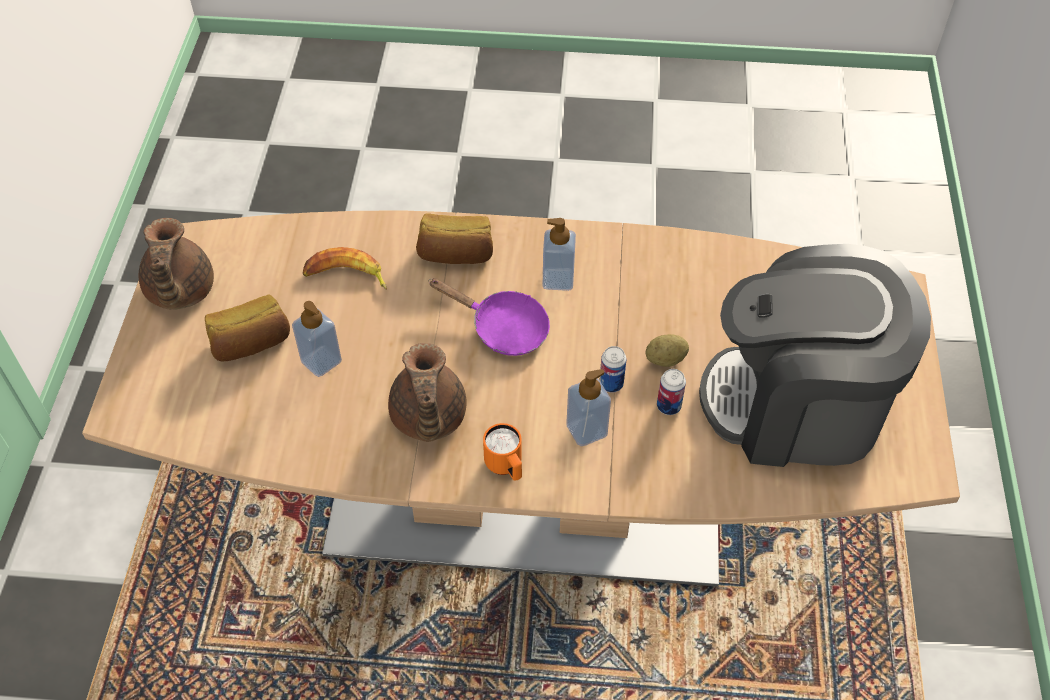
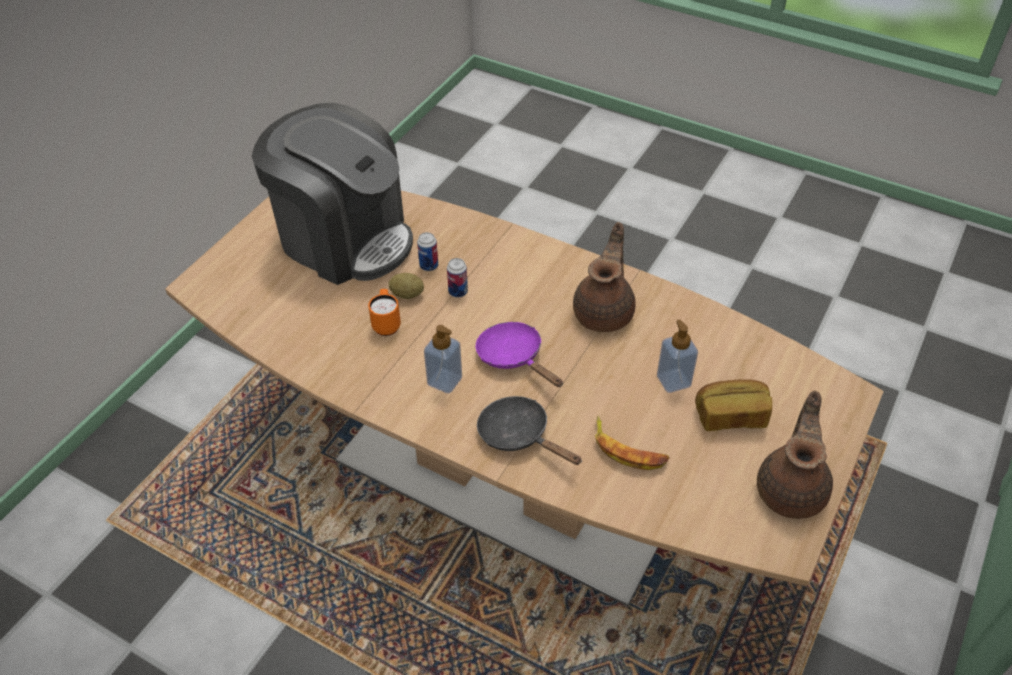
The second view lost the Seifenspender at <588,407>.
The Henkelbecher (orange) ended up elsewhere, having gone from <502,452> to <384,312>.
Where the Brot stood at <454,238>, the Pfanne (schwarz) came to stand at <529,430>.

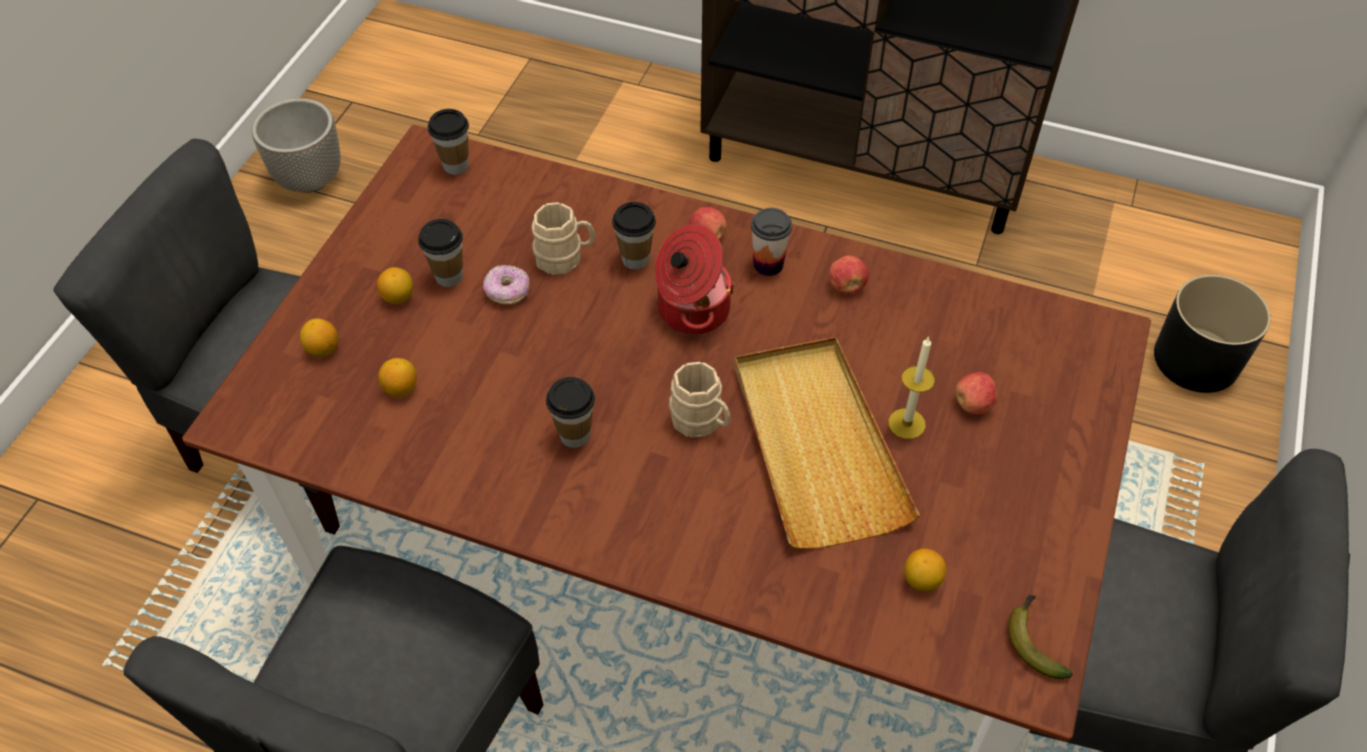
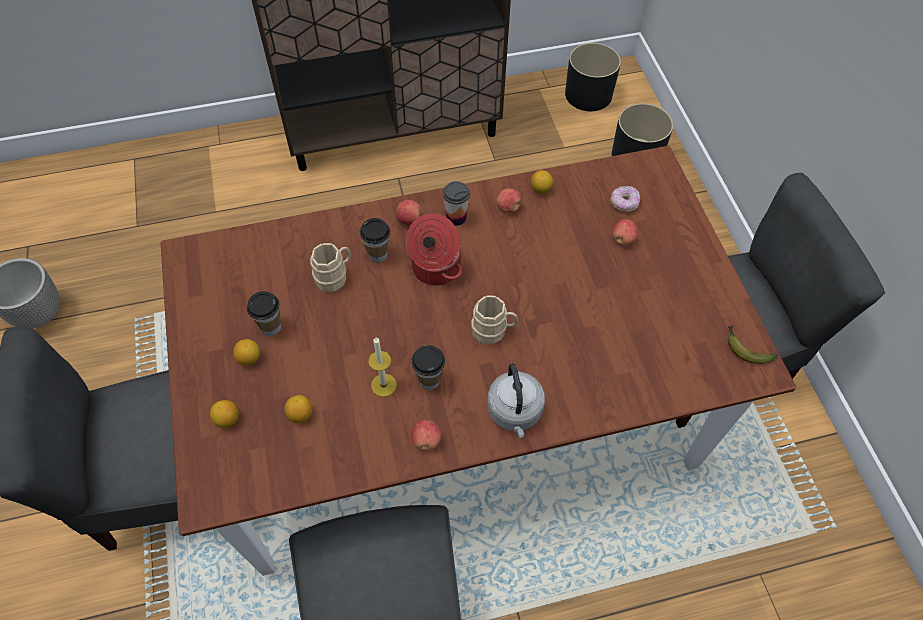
The second view lost the Tasse at <448,142>.
The second view lost the Tablett (beige) at <827,443>.
The second view gained the Apfel at <426,435>.
The second view gained the Wasserkessel (grau) at <516,400>.
The second view gained the Pflanzkübel (schwarz) at <593,77>.
The Donut ended up elsewhere, having gone from <506,285> to <626,199>.
The Kerze ended up elsewhere, having gone from <911,387> to <382,367>.
The Zitrone ended up elsewhere, having gone from <925,569> to <542,182>.

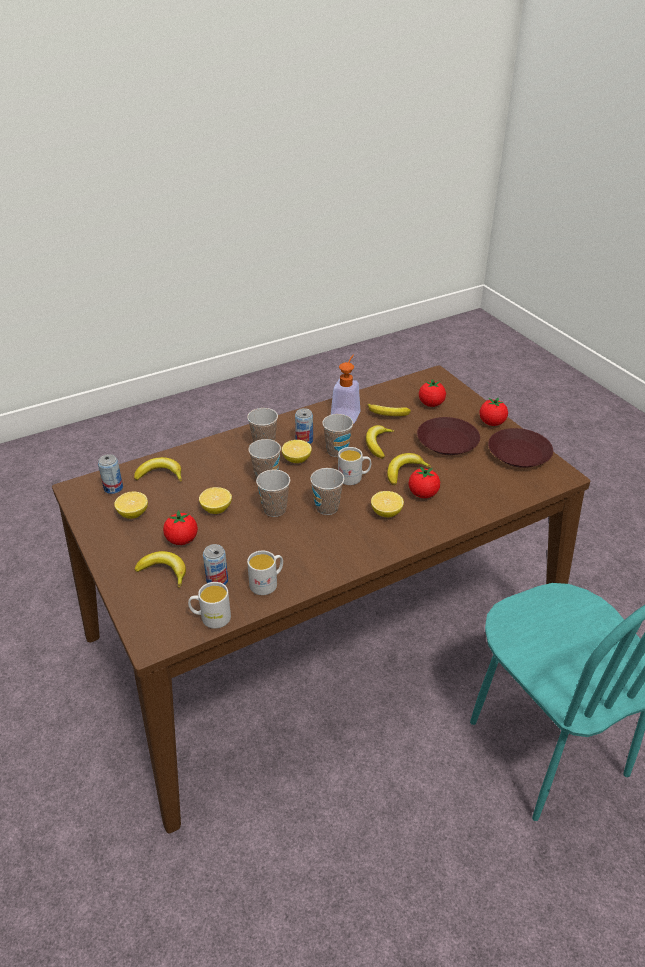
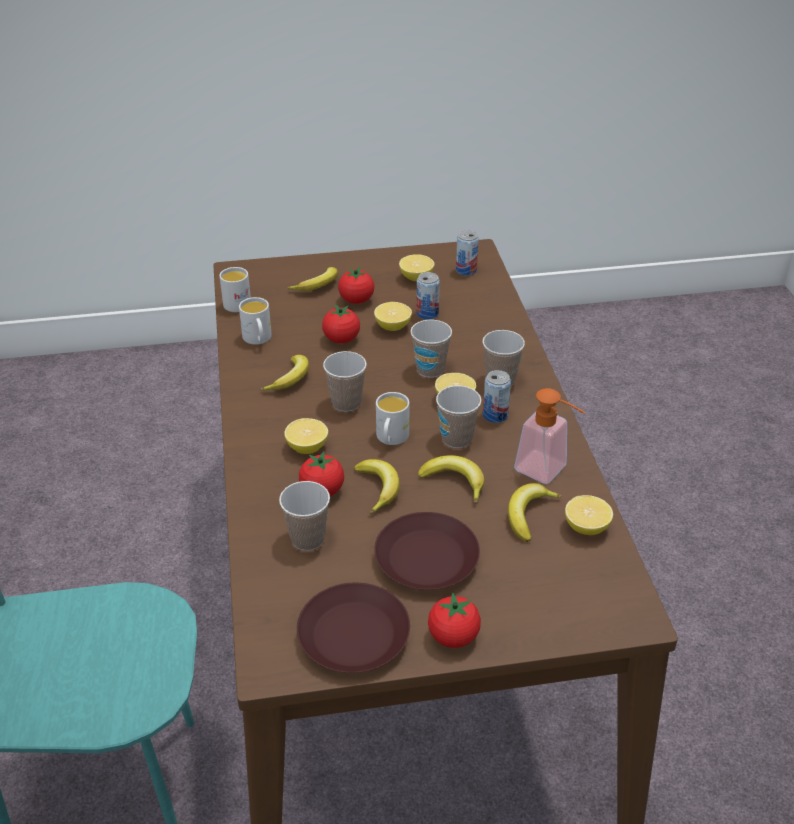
The second view gained the Zitrone at <589,515>.
The Banane ended up elsewhere, having gone from <158,469> to <284,373>.
The Dose ended up elsewhere, having gone from <215,564> to <428,296>.
The Tasse ended up elsewhere, having gone from <273,493> to <304,516>.
The Tomate ended up elsewhere, having gone from <432,393> to <341,323>.

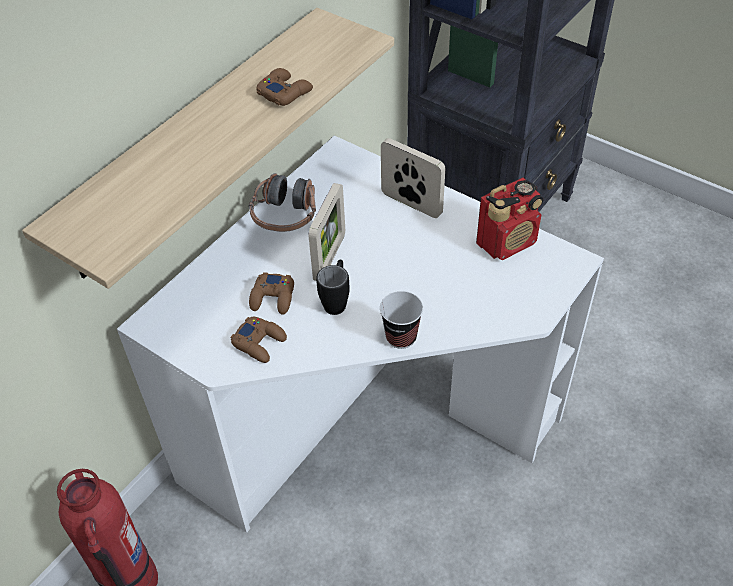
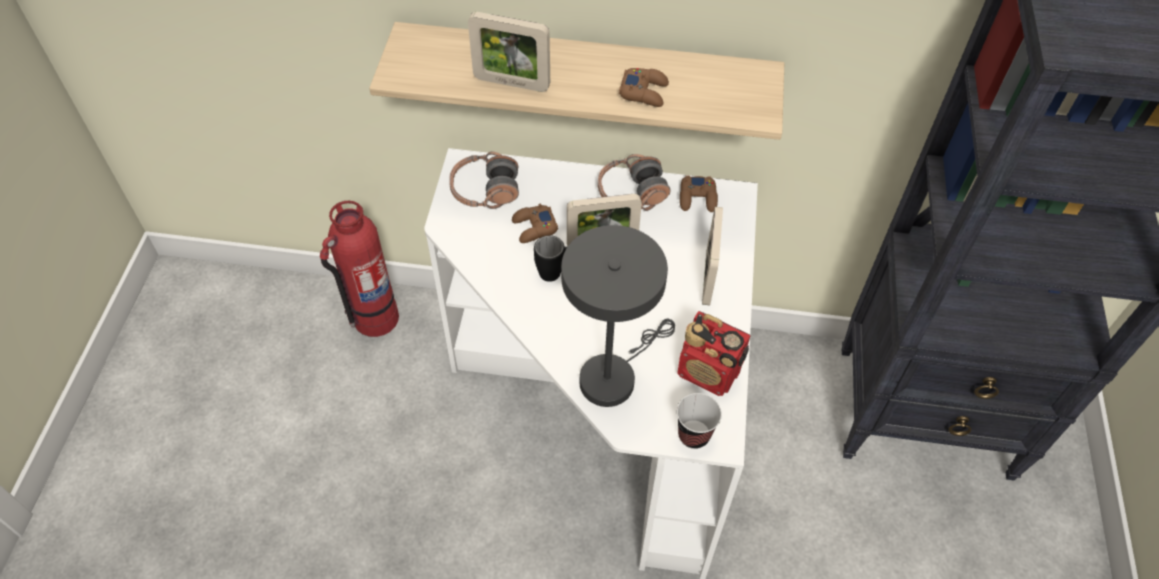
The second view gained the Kopfhörer at <484,180>.
The second view gained the Bilderrahmen at <509,52>.
The second view gained the Tischlampe (grau) at <618,316>.
The Gamepad (braun) ended up elsewhere, having gone from <259,340> to <699,194>.
The Tasse ended up elsewhere, having gone from <401,320> to <699,421>.

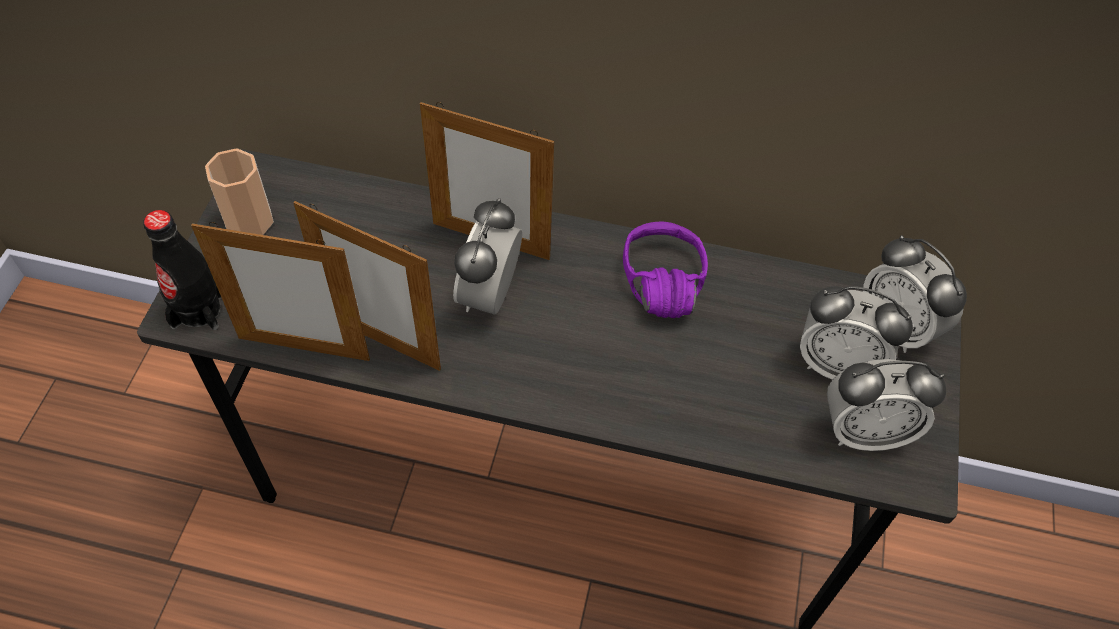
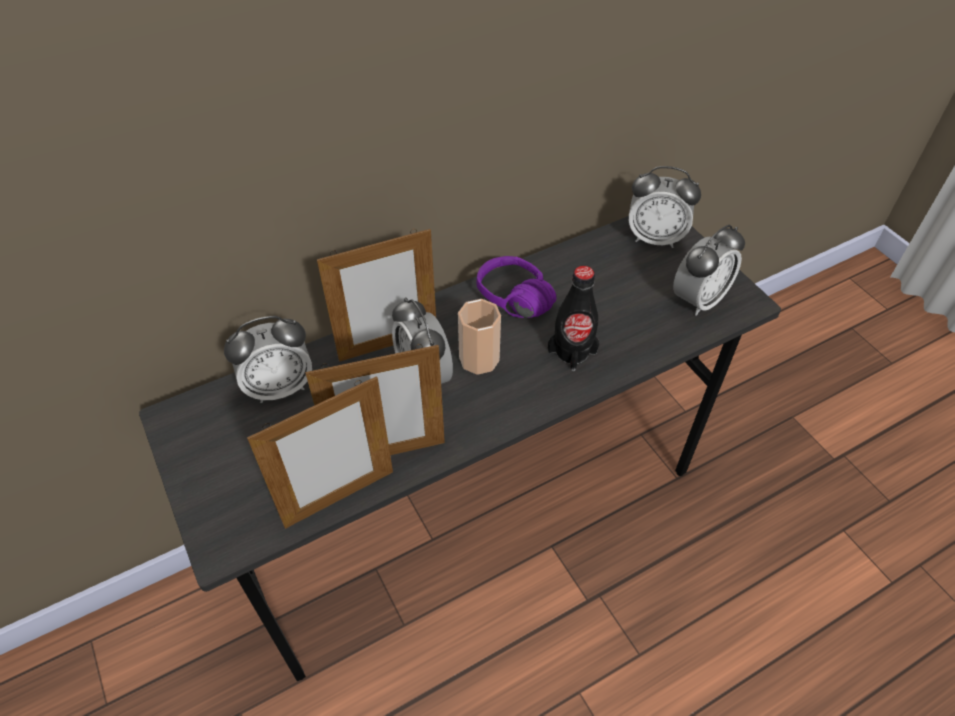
The Flasche (schwarz) ended up elsewhere, having gone from <182,270> to <573,318>.
The Tasse ended up elsewhere, having gone from <239,191> to <479,337>.
The Wecker ended up elsewhere, having gone from <856,332> to <268,359>.

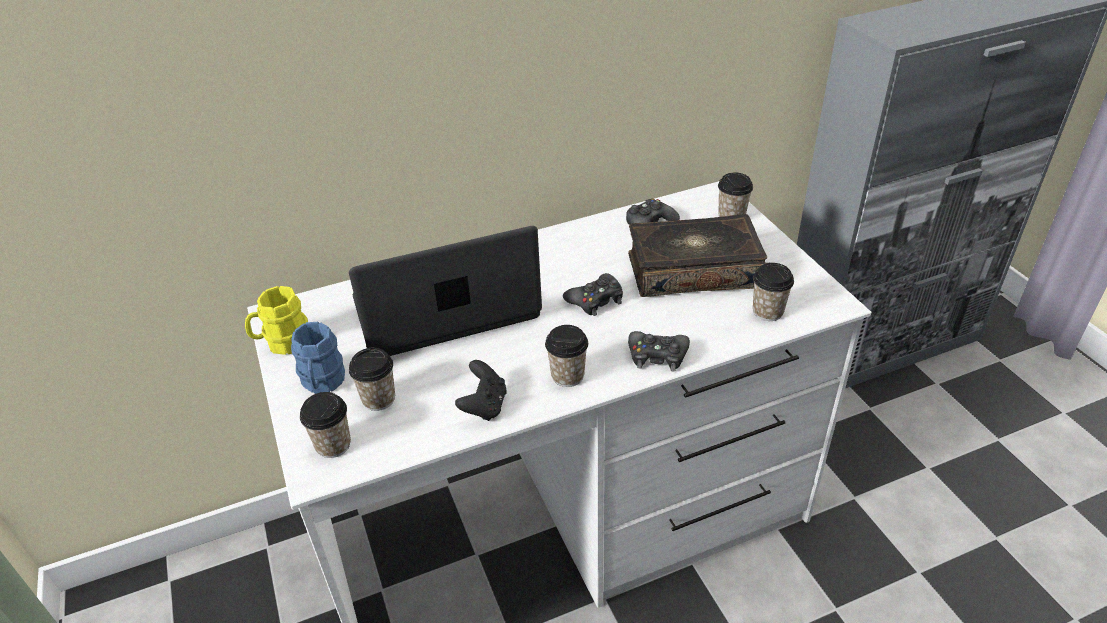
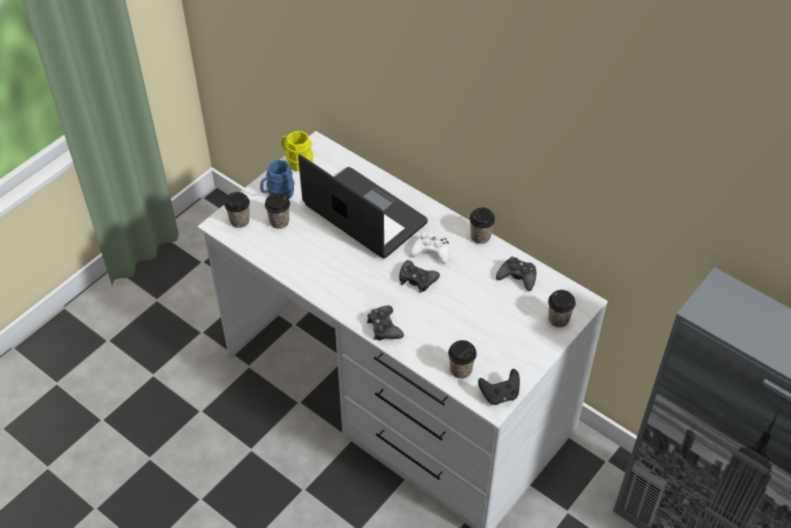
The second view lost the Buch at <697,255>.
The second view gained the Gamepad (weiß) at <430,248>.
The Gamepad (schwarz) ended up elsewhere, having gone from <481,390> to <499,387>.
The Tasse ended up elsewhere, having gone from <566,356> to <482,225>.

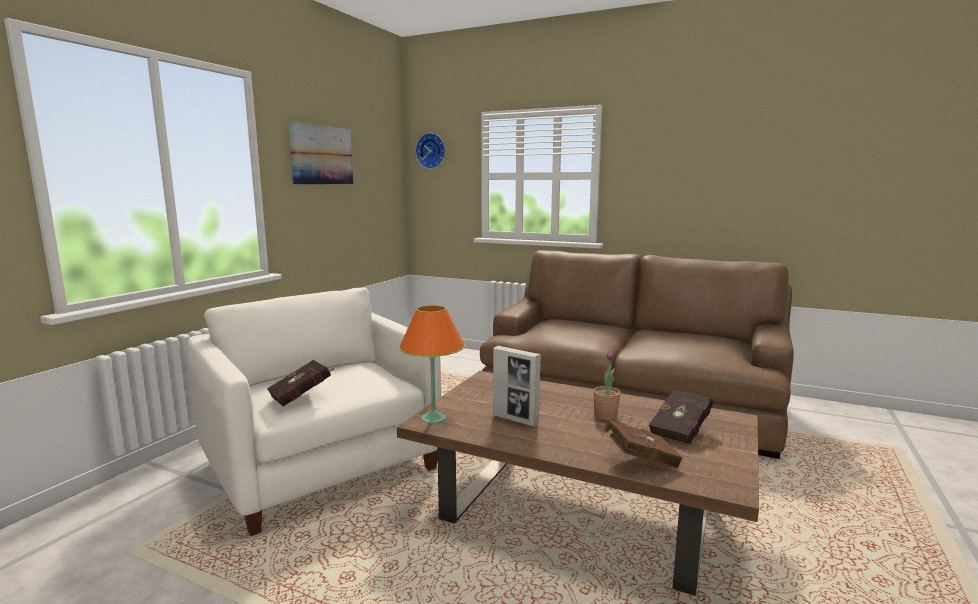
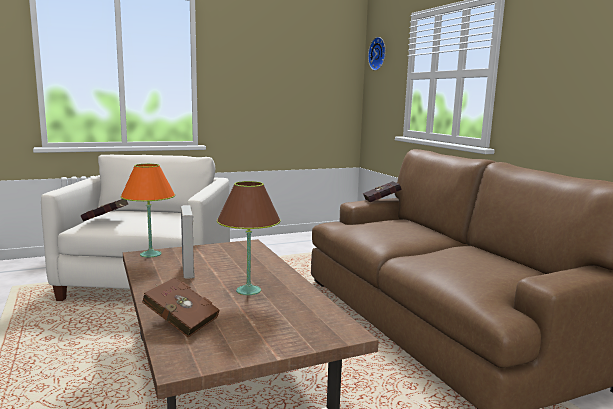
The second view lost the Bild at <320,153>.
The Buch (rot) ended up elsewhere, having gone from <681,416> to <382,191>.
Where the Topfpflanze stood at <607,386>, the Tischlampe (braun) came to stand at <248,238>.

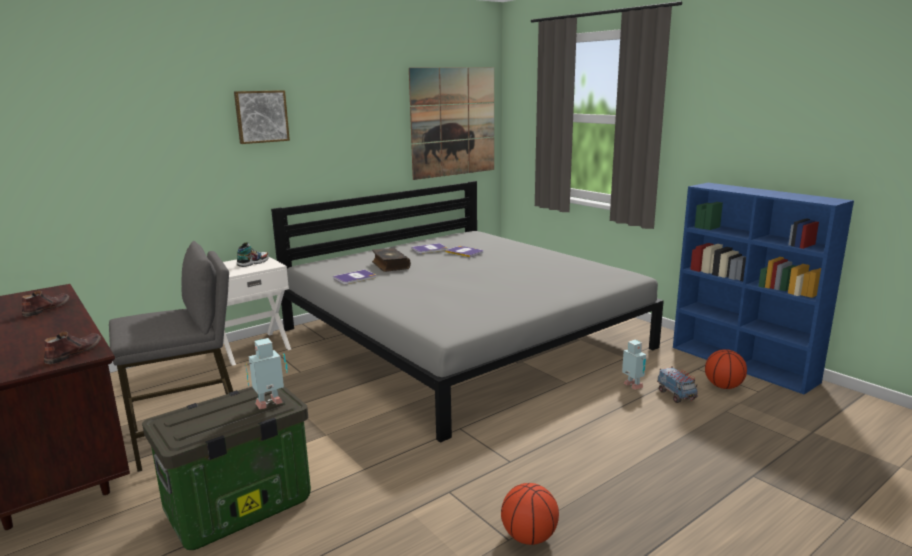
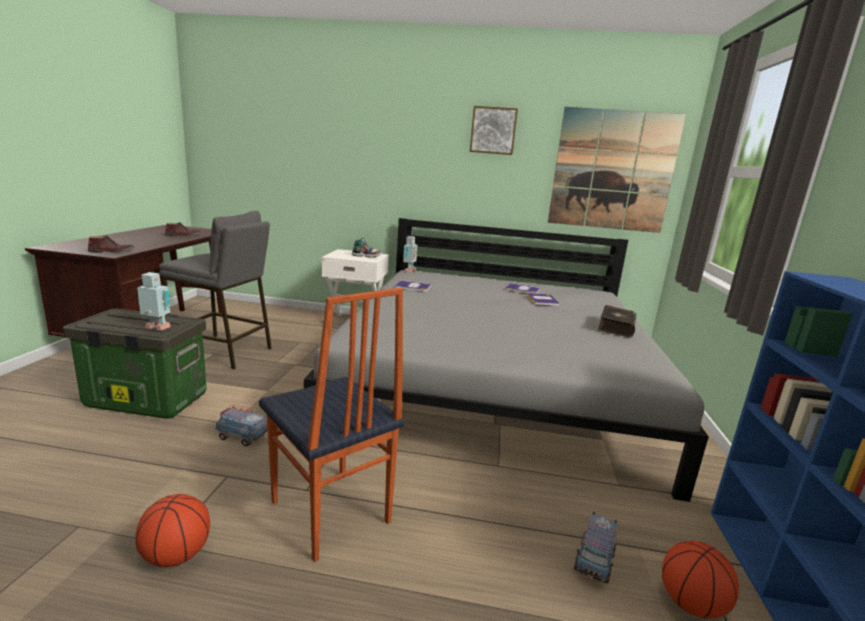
The second view gained the Spielzeuglaster at <241,425>.
The second view gained the Stuhl at <331,425>.
The Bild ended up elsewhere, having gone from <262,117> to <494,130>.
The Buch ended up elsewhere, having gone from <391,260> to <617,321>.
The Spielzeugroboter ended up elsewhere, having gone from <634,365> to <410,254>.

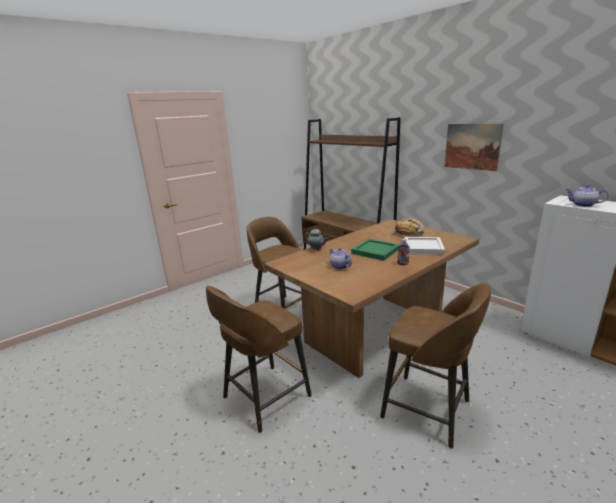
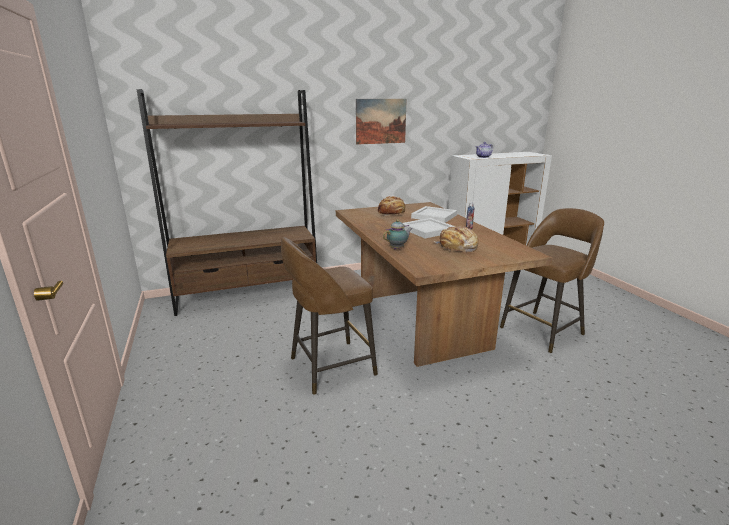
The second view lost the Hocker (braun) at <259,359>.
Where the Teekanne stood at <340,258>, the Brot came to stand at <456,239>.
What was the Tablett (grün) at <375,250> turned into the Tablett (weiß) at <429,228>.

